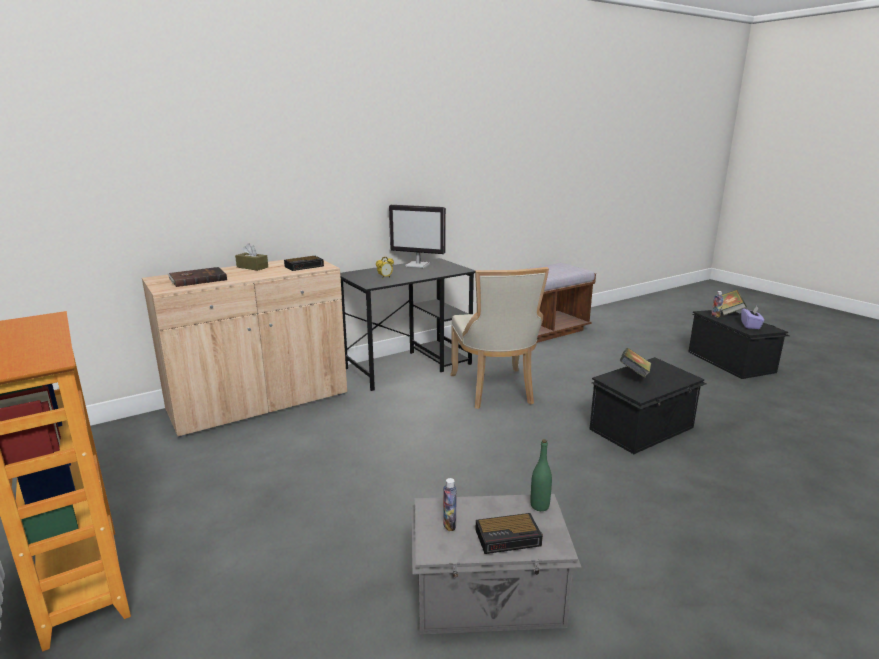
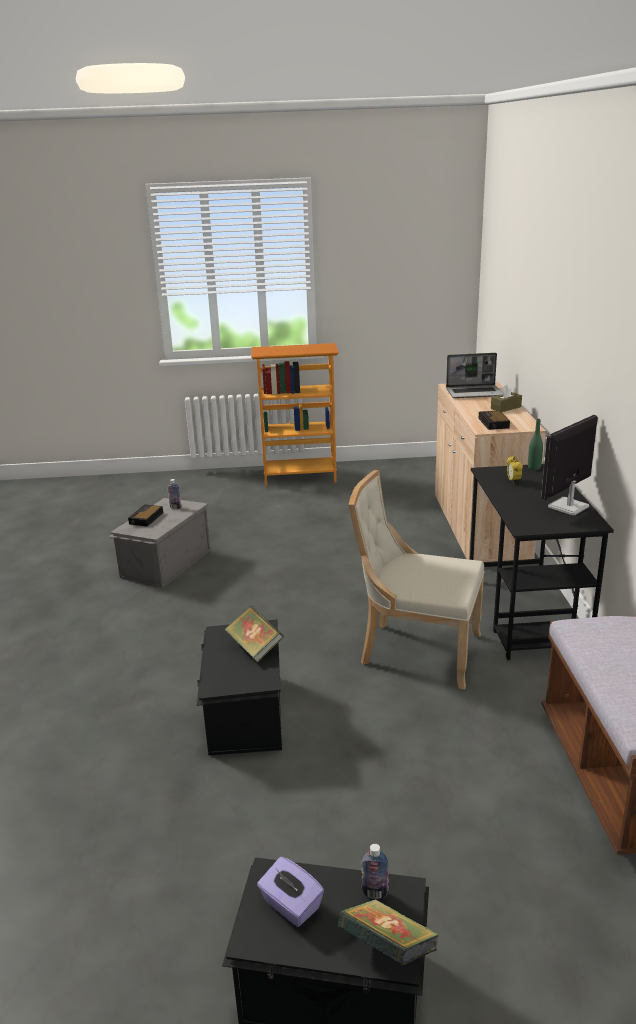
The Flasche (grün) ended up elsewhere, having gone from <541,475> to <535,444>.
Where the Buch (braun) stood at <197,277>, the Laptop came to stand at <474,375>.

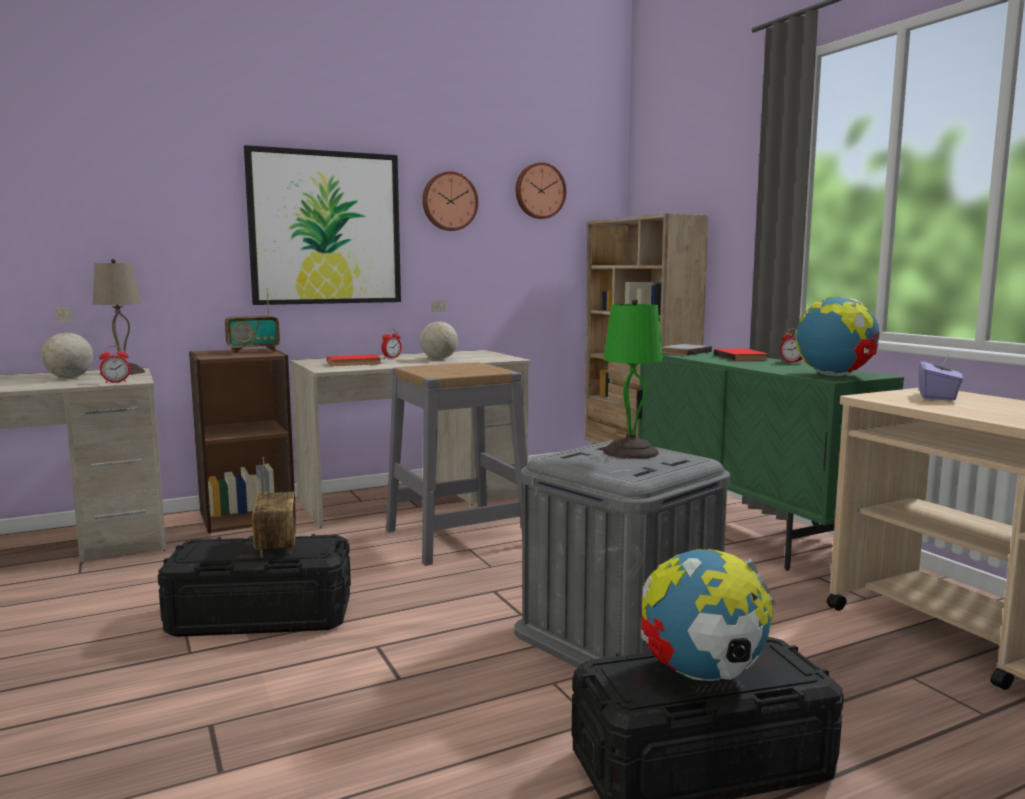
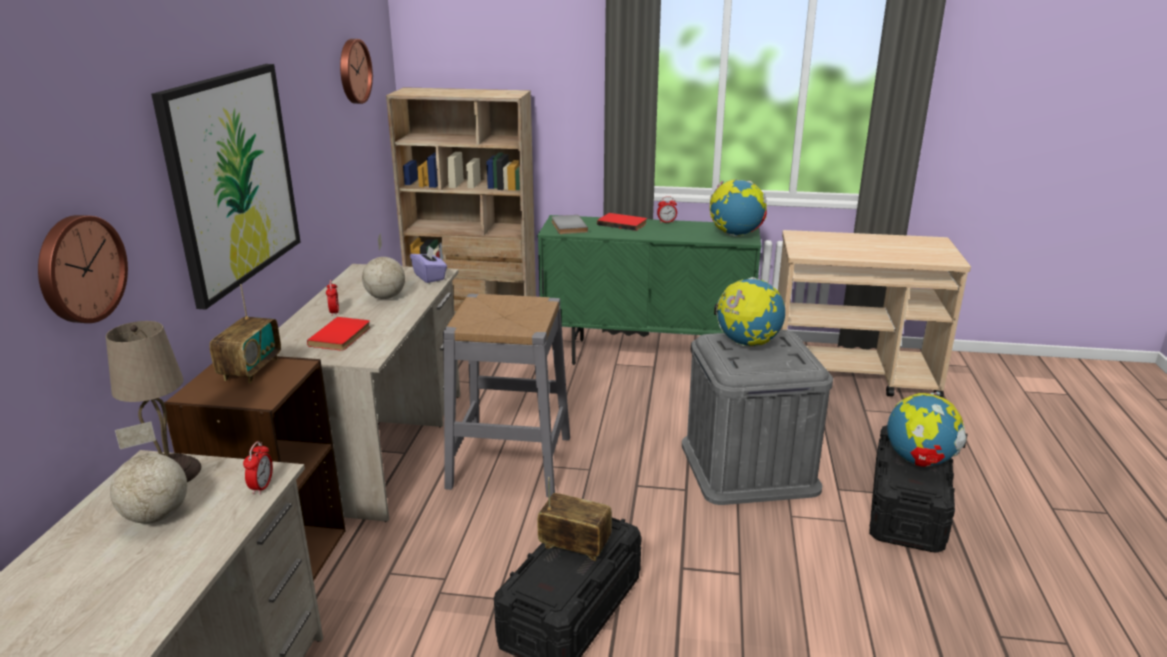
The Wanduhr ended up elsewhere, having gone from <450,201> to <83,269>.
The Taschentuchbox (lila) ended up elsewhere, having gone from <940,376> to <428,264>.
Where the Tischlampe (grün) stood at <633,379>, the Globus came to stand at <749,312>.

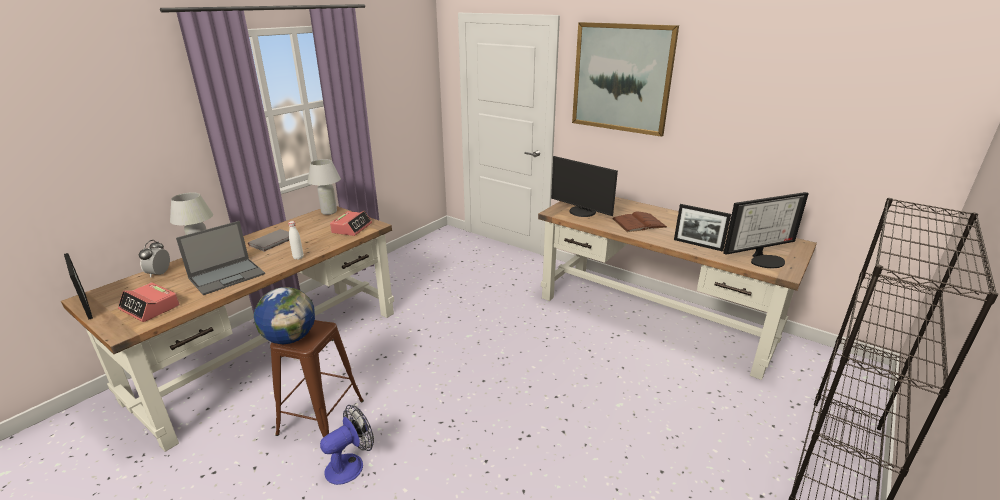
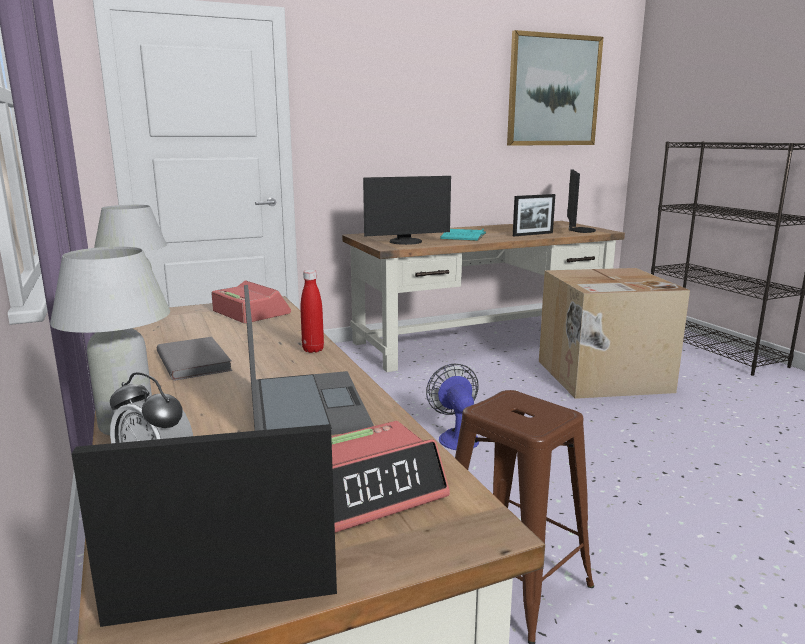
The second view lost the Globus at <284,315>.
The second view gained the Karton at <614,333>.
The Ventilator ended up elsewhere, having gone from <347,445> to <452,407>.
The Bild ended up elsewhere, having gone from <625,79> to <555,88>.
What was the Flasche (weiß) at <296,240> turned into the Flasche (rot) at <312,311>.
What was the Buch (braun) at <640,221> turned into the Buch (türkis) at <463,235>.

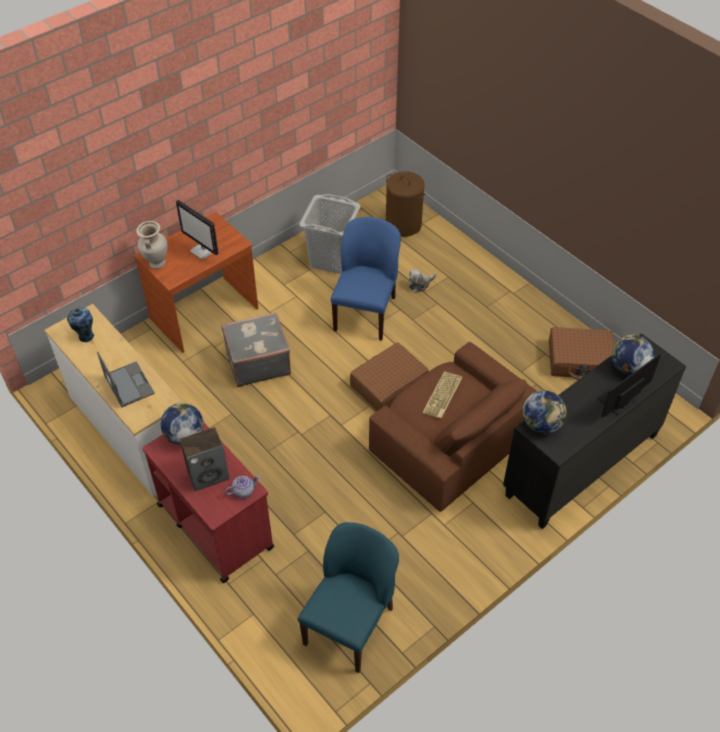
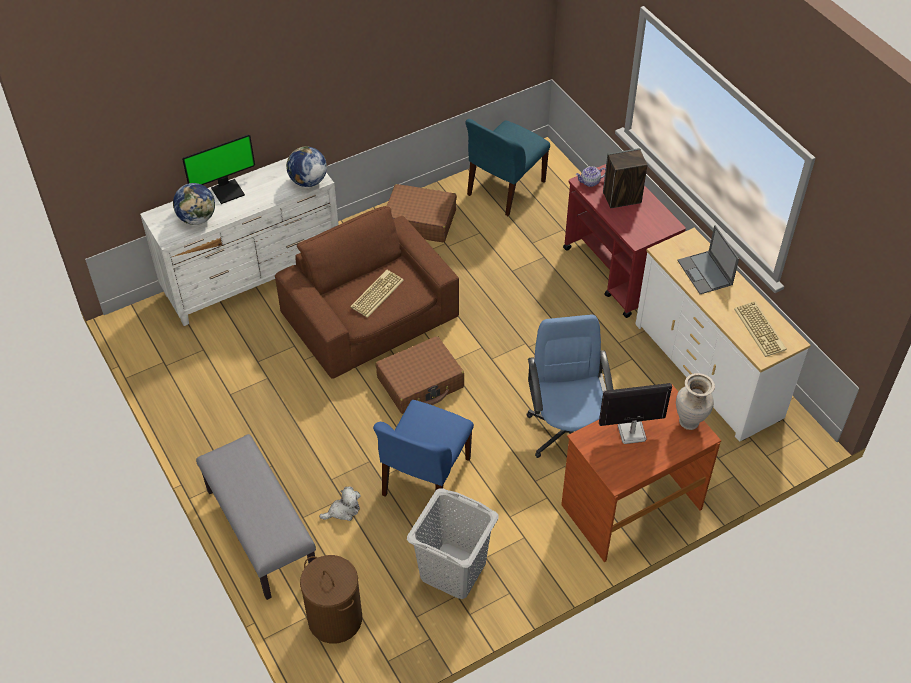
The second view lost the Globus at <182,424>.
The second view gained the Bank (grau) at <256,517>.
The Koffer (braun) ended up elsewhere, having gone from <581,353> to <422,213>.
Where the Vase stood at <80,324>, the Tastatur came to stand at <760,329>.
Where the Koffer (grau) stood at <256,349>, the Bürostuhl (blau) came to stand at <570,386>.
What was the Kommode (schwarz) at <594,431> turned into the Kommode (weiß) at <239,241>.
The Monitor at <197,230> ended up facing another way, 60 degrees counterclockwise from before.

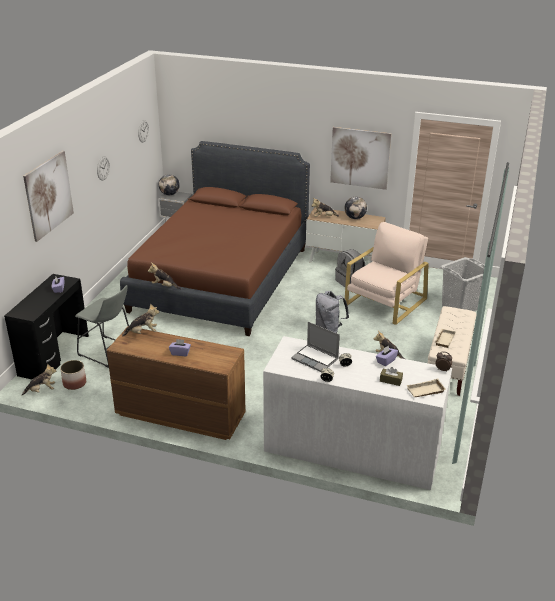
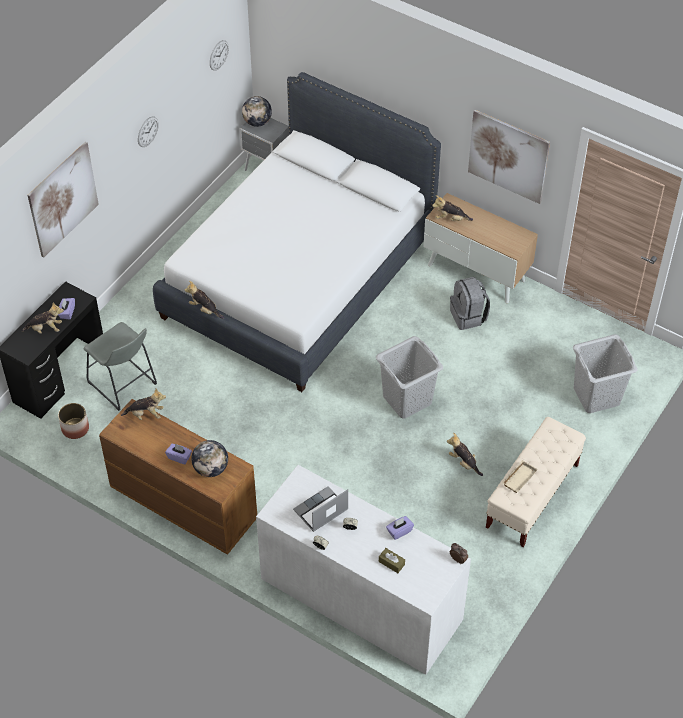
The second view lost the Sessel (beige) at <387,273>.
The second view lost the Tablett (beige) at <426,387>.
The Plüschtier ended up elsewhere, having gone from <39,379> to <43,318>.
The Globus ended up elsewhere, having gone from <356,208> to <209,458>.
Where the Rucksack (grau) stood at <332,312>, the Wäschekorb (grau) came to stand at <409,377>.
What was the Bett (braun) at <215,238> turned into the Bett (weiß) at <297,232>.
The Laptop at <315,347> ended up facing another way, 90 degrees clockwise from before.

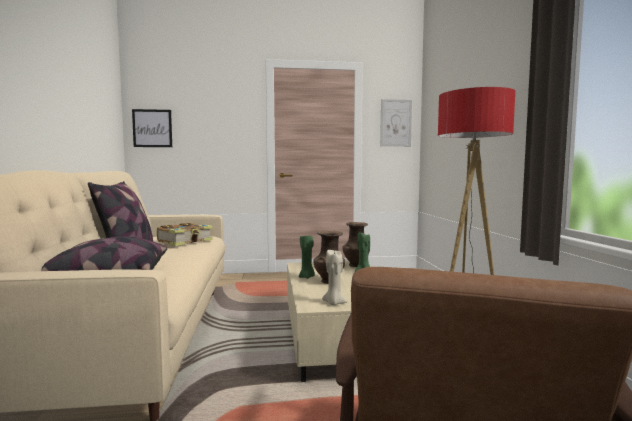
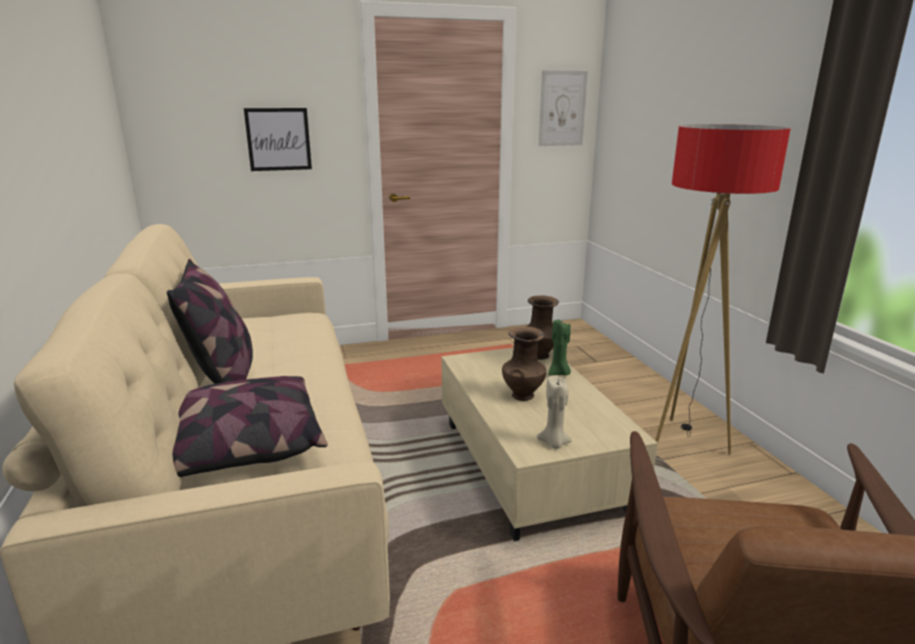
The second view lost the Buch at <185,234>.
The second view lost the Kerze (grün) at <307,256>.
The Bild ended up elsewhere, having gone from <152,128> to <278,139>.

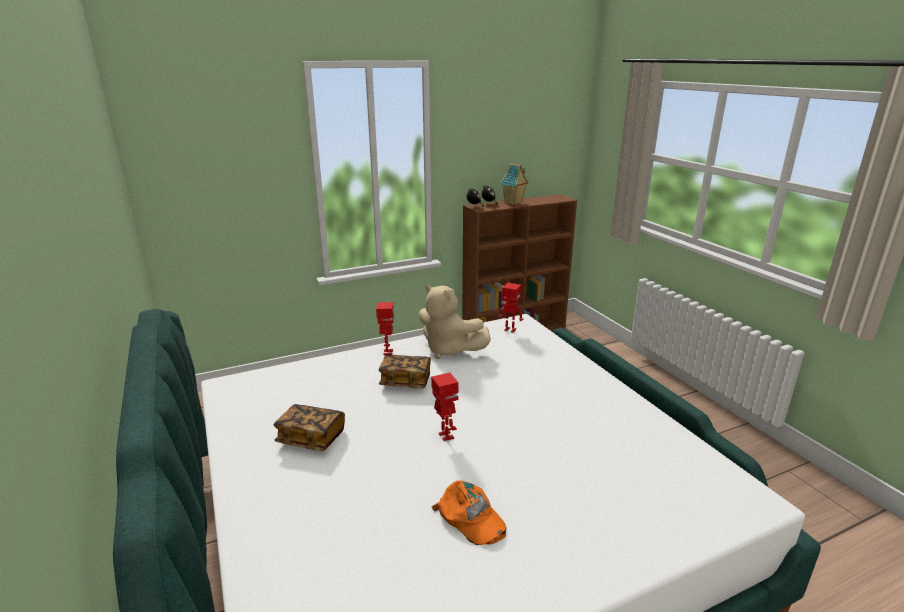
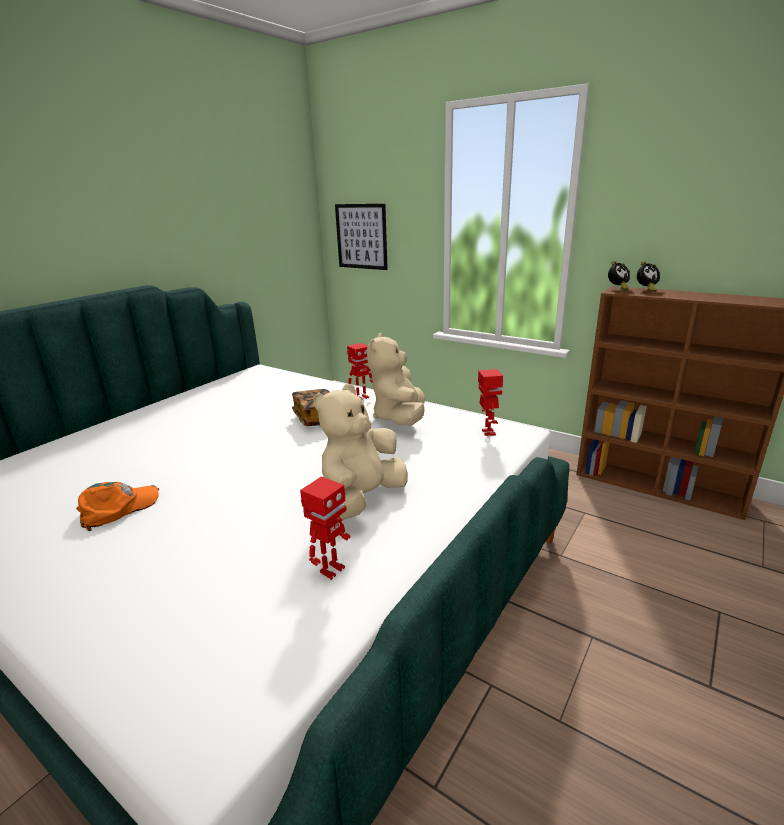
The second view lost the Buch at <309,427>.
The second view lost the Spielzeughaus at <515,184>.
The second view gained the Plüschtier (beige) at <360,452>.
The second view gained the Bild at <361,237>.
The Spielzeugroboter ended up elsewhere, having gone from <444,407> to <325,528>.
The Kappe (orange) at <469,512> ended up facing another way, 150 degrees counterclockwise from before.

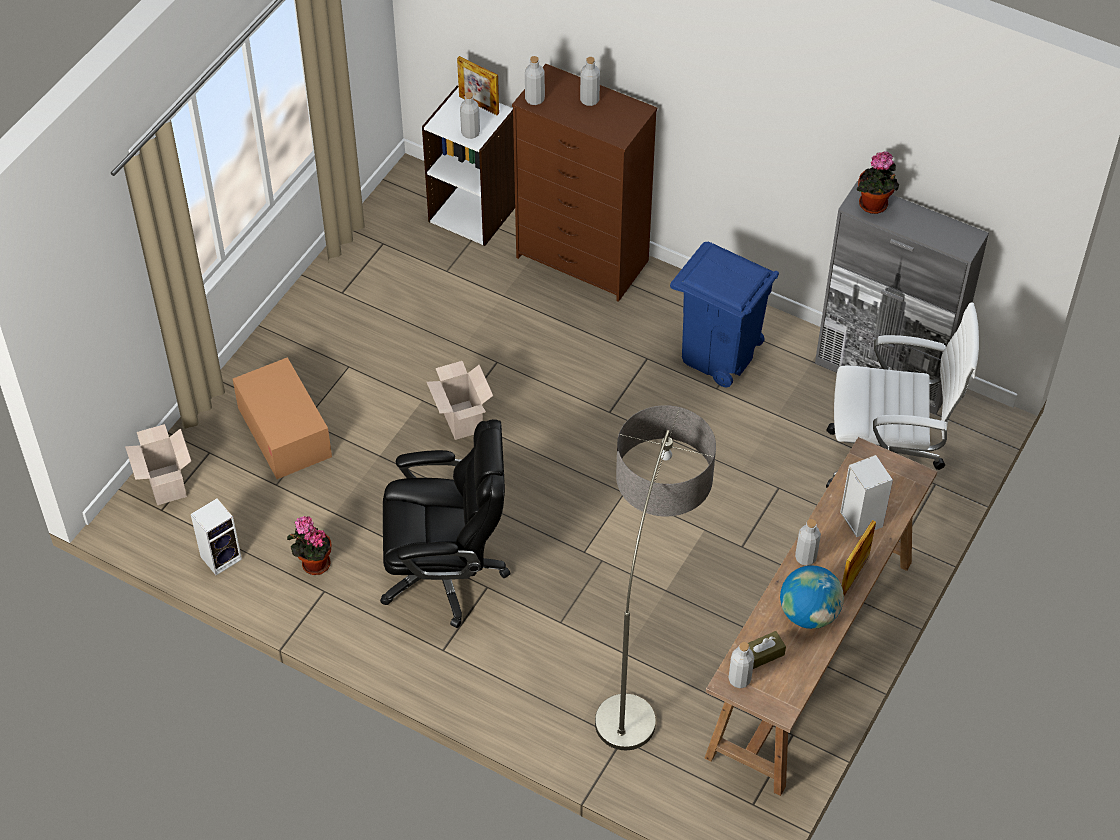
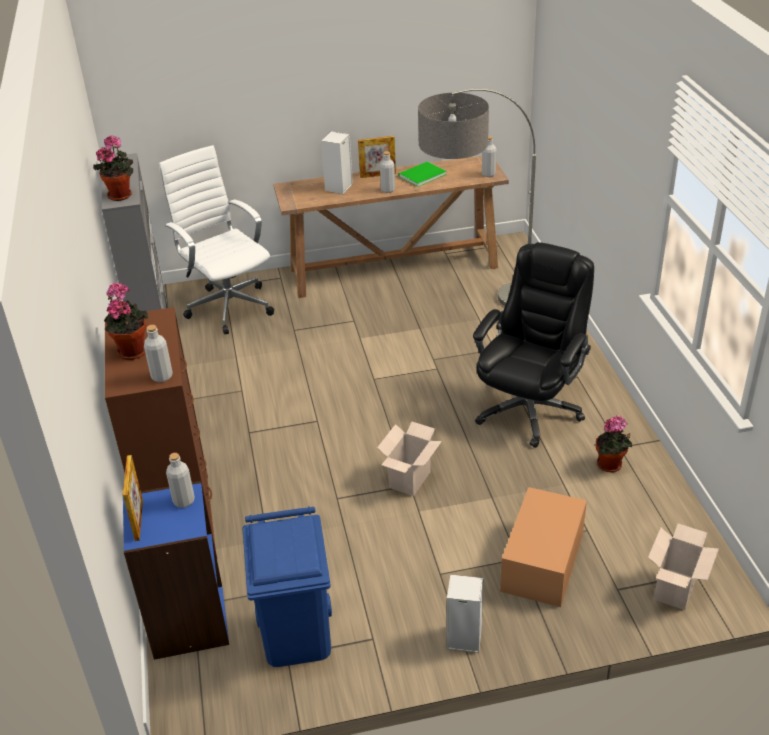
The second view lost the Taschentuchbox (braun) at <767,650>.
The Lautsprecher ended up elsewhere, having gone from <216,536> to <465,613>.
The Mülleimer (blau) ended up elsewhere, having gone from <724,314> to <287,586>.
Where the Flasche (grau) stood at <590,81>, the Topfpflanze came to stand at <126,321>.
Where the Globus stood at <812,597>, the Buch (grün) came to stand at <422,174>.
What was the Bücherregal (weiß) at <468,166> turned into the Bücherregal (blau) at <176,570>.
The Bürostuhl (schwarz) at <445,523> ended up facing another way, 75 degrees clockwise from before.

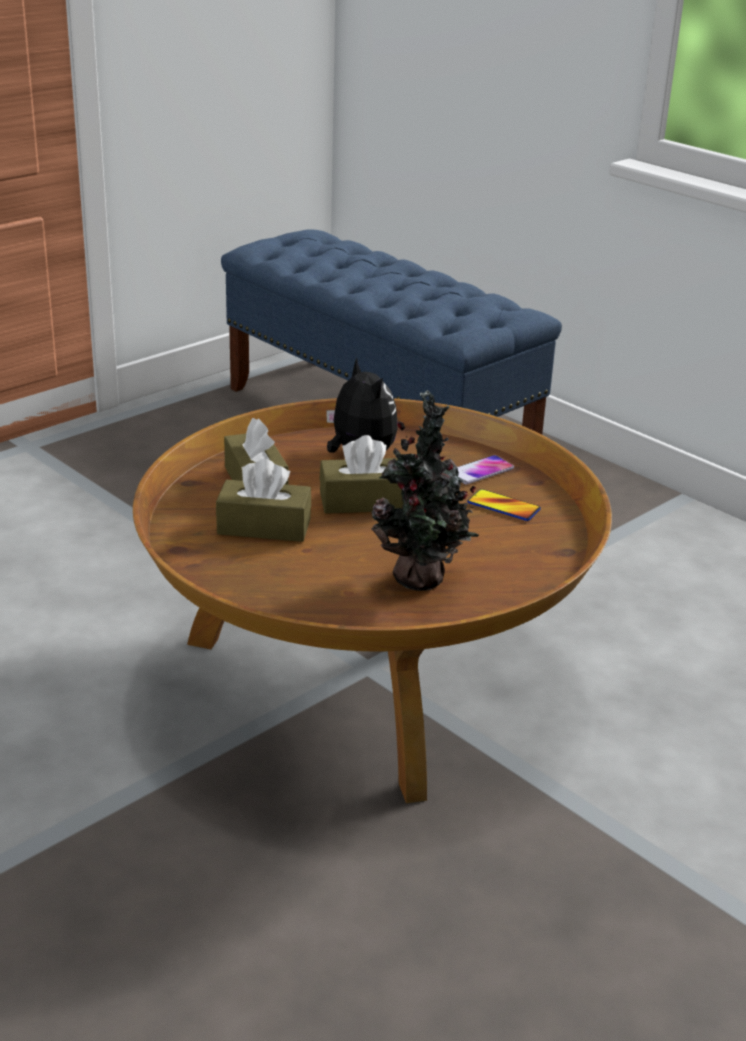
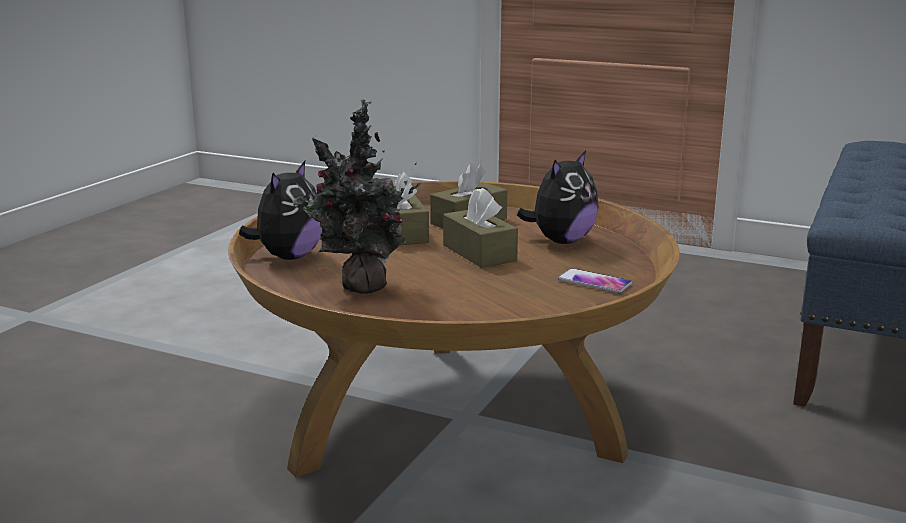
The second view lost the Handy at <504,505>.
The second view gained the Plüschtier at <280,210>.

